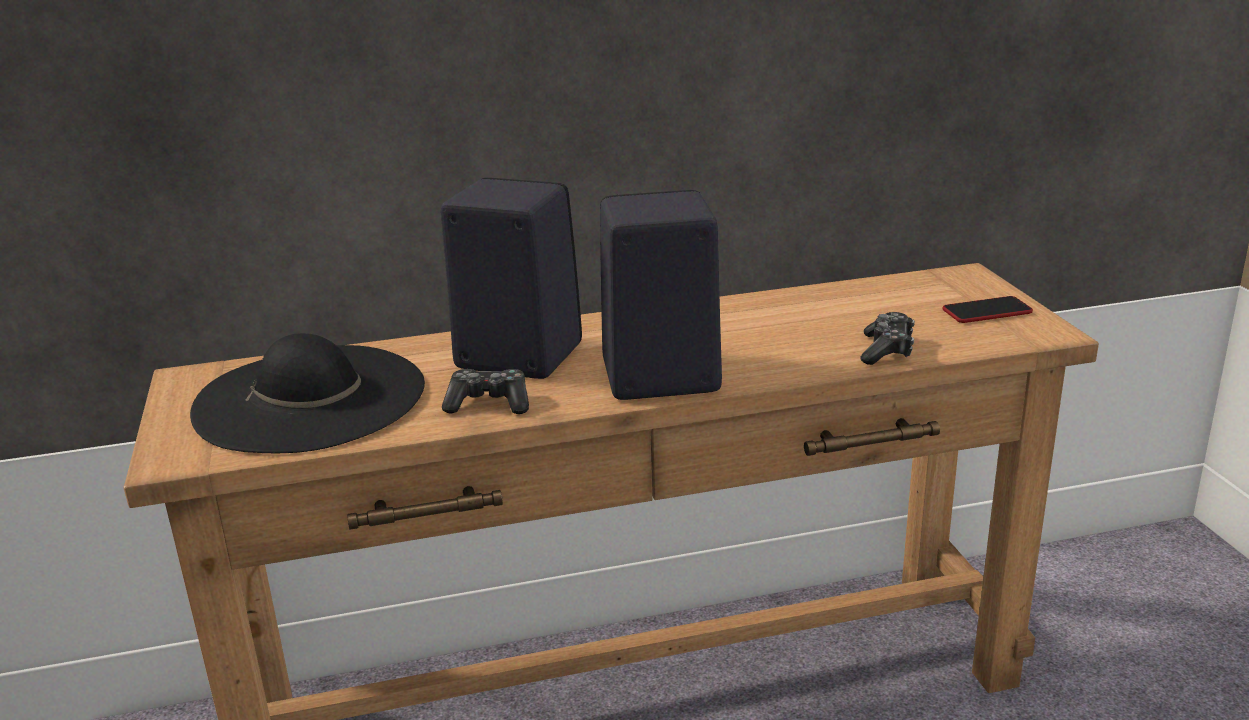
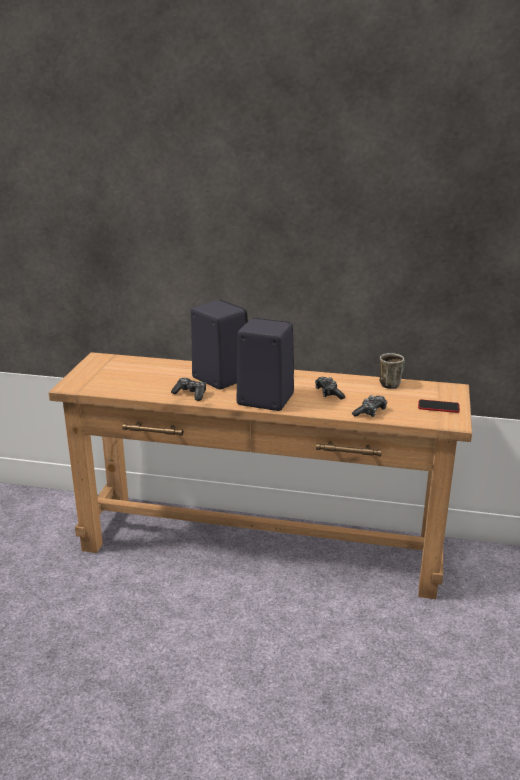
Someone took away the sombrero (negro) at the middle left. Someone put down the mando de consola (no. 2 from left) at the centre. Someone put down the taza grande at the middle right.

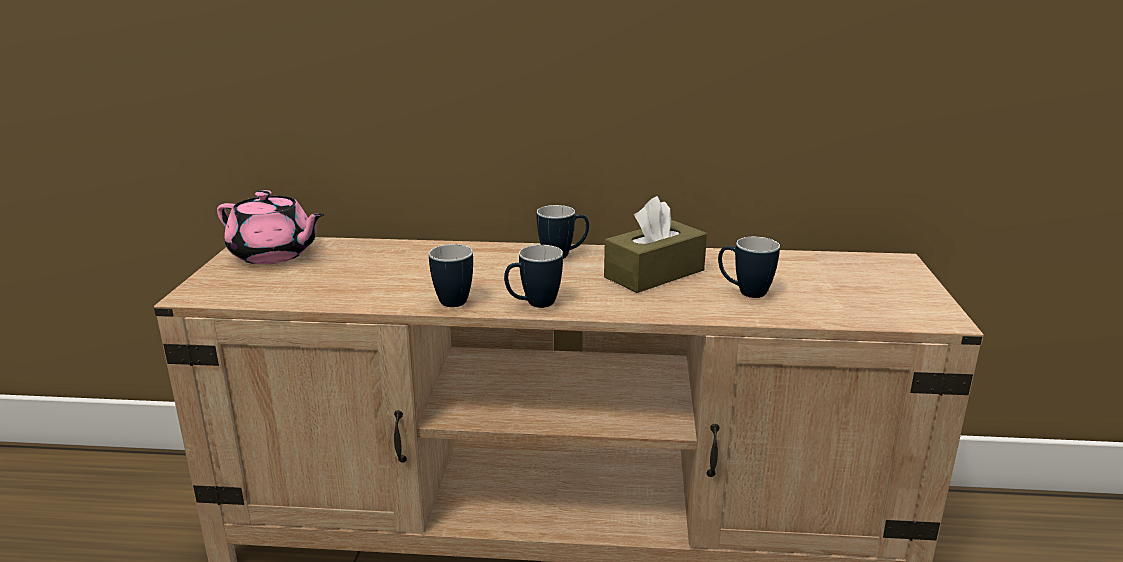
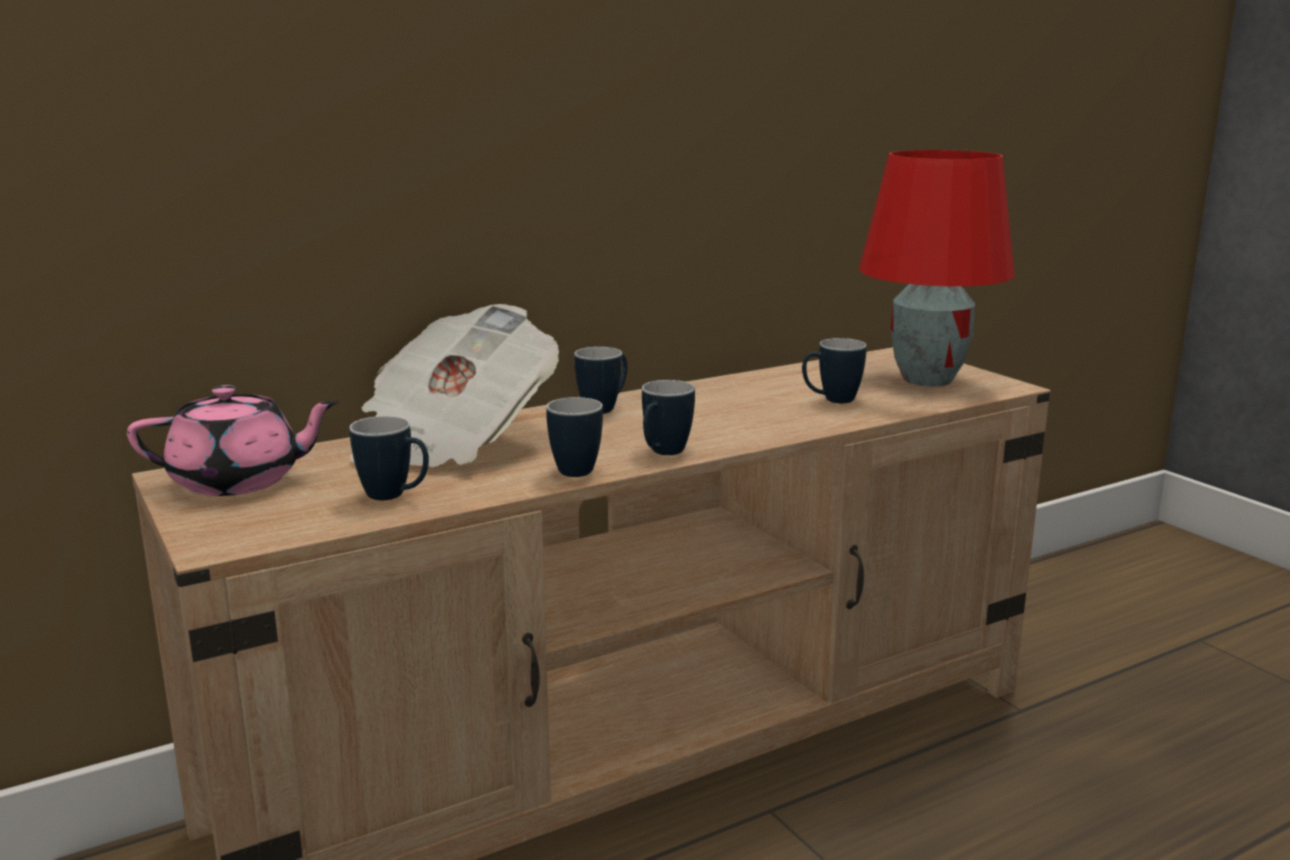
Someone took away the caja de pañuelos (marrón) at the centre. Someone put down the taza grande (no. 1 from left) at the middle left. Someone put down the periódico at the centre. Someone put down the lámpara de mesa (rojo) at the top right.

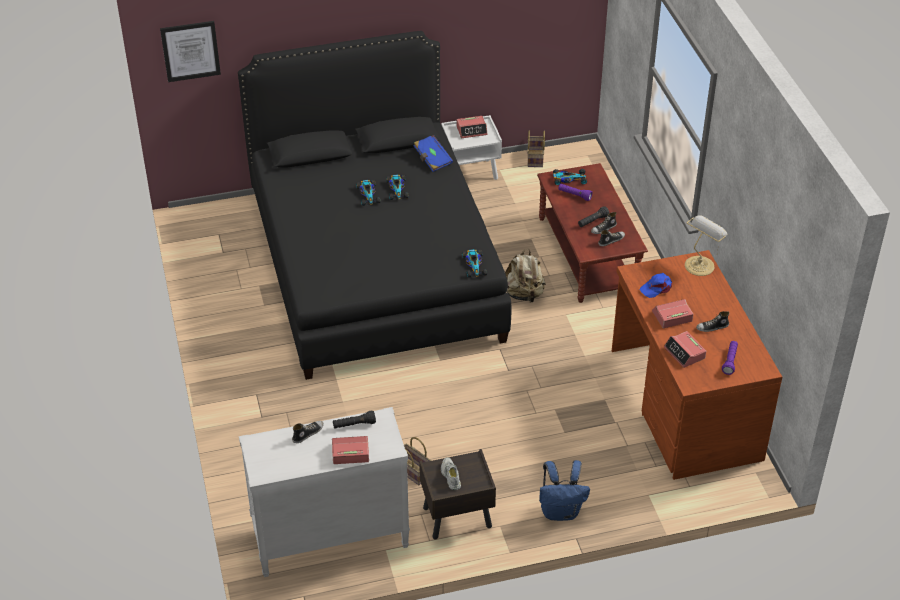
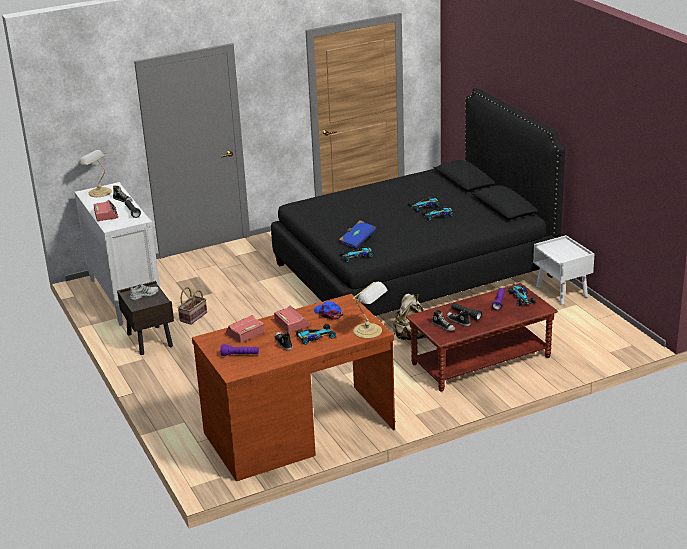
Someone took away the cuadro at the top left. Someone took away the despertador (no. 2 from left) at the top centre. Someone took away the cesta (no. 2 from left) at the top centre. Someone took away the mochila (azul) at the bottom centre. Someone put down the lámpara de mesa (no. 1 from left) at the top left. Someone put down the coche de juguete (no. 1 from left) at the centre. Someone carried the libro (azul) from the top centre to the centre.

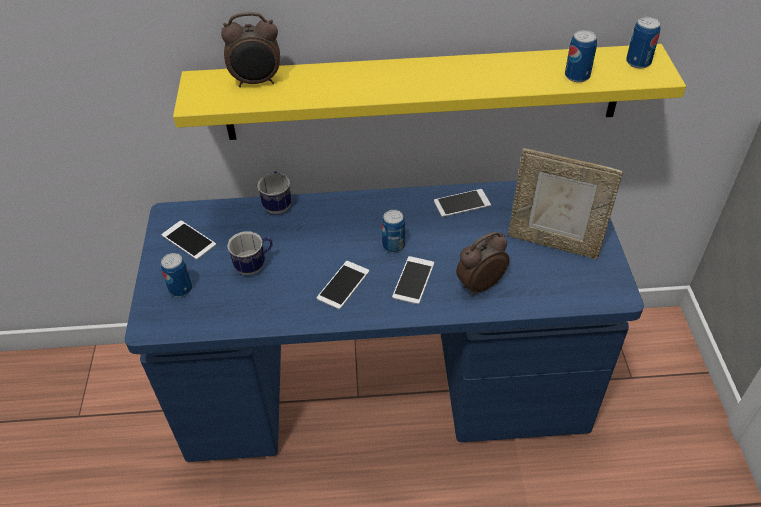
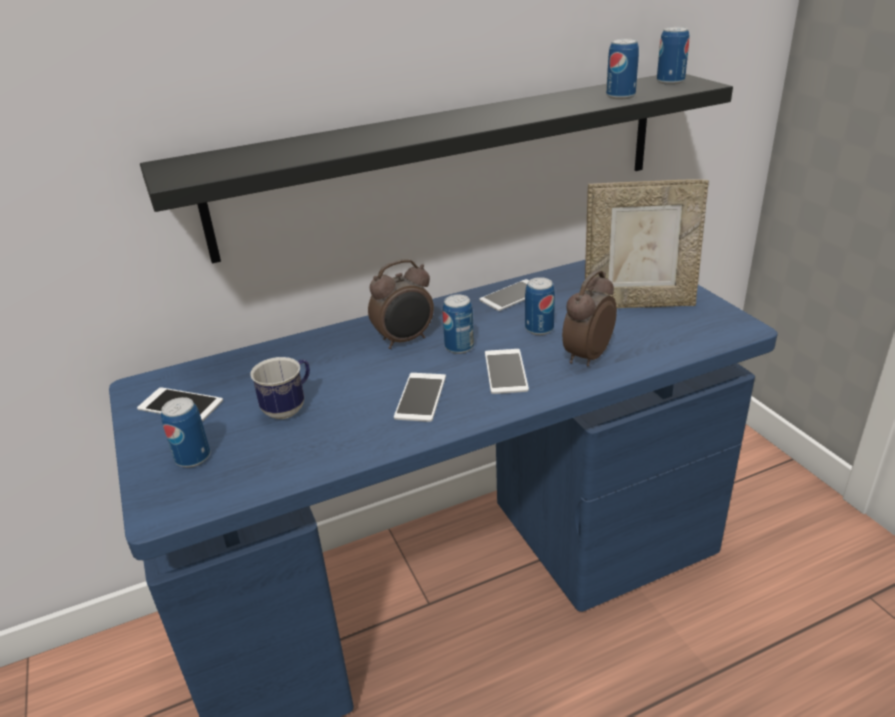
Someone took away the taza grande (no. 2 from left) at the centre. Someone put down the lata (no. 3 from left) at the centre. Someone carried the despertador (no. 1 from left) from the top left to the centre. Someone repainted the estante (amarillo) at the top centre, which became the estante (negro) at the top centre.

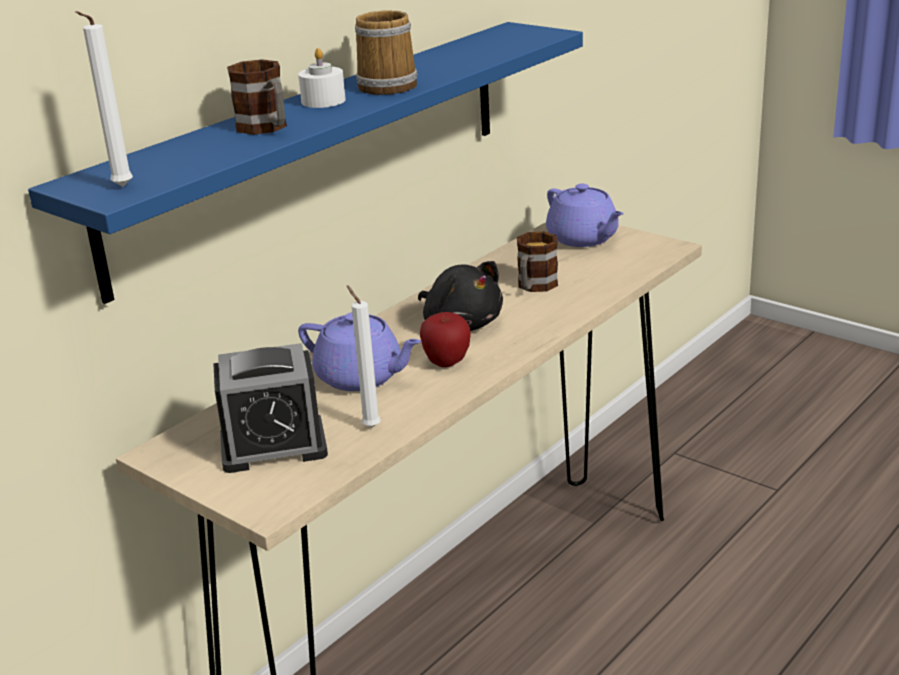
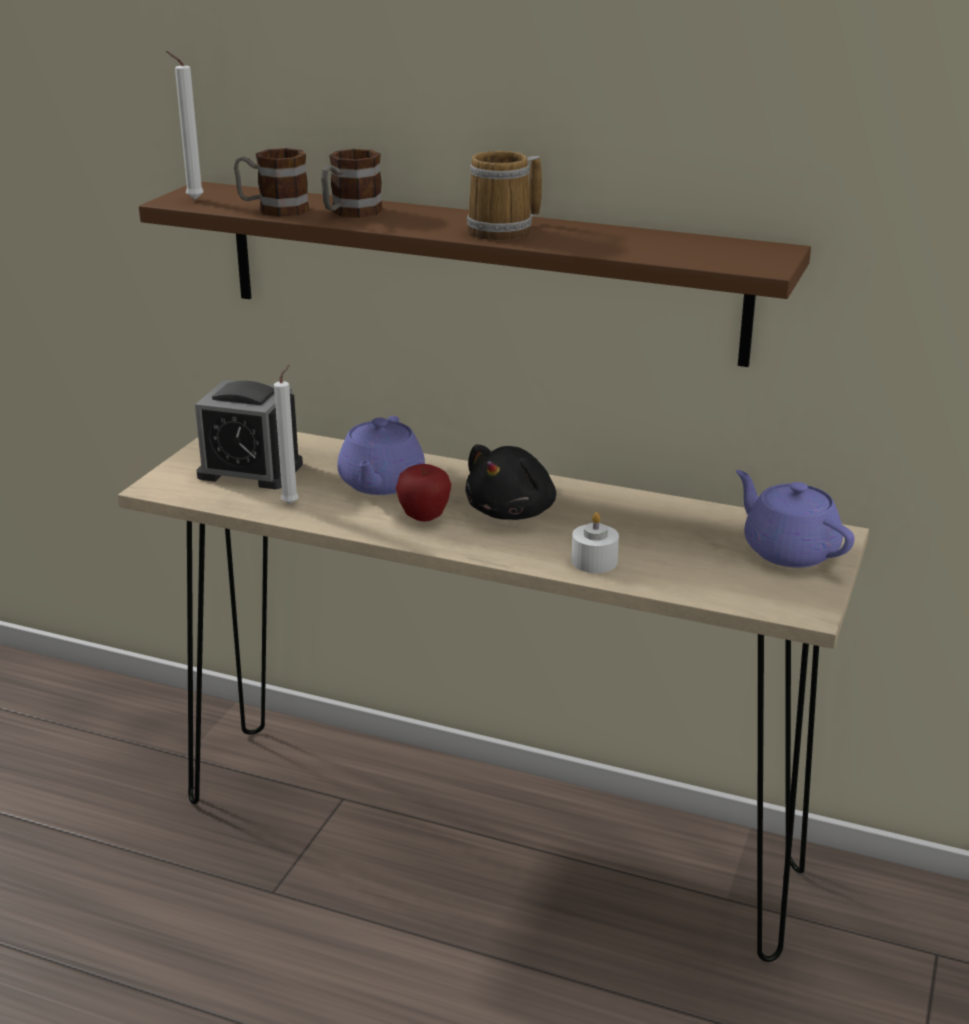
Someone carried the vela (blanco) (no. 2 from left in the first image) from the top centre to the centre. Someone carried the taza grande (no. 3 from left in the first image) from the centre to the top left. Someone repainted the estante (azul) at the top centre, which became the estante (marrón) at the top centre. Someone rotated the despertador at the middle left by 45 degrees counterclockwise. Someone rotated the tetera (morado) (no. 2 from left) at the top centre by 105 degrees clockwise.

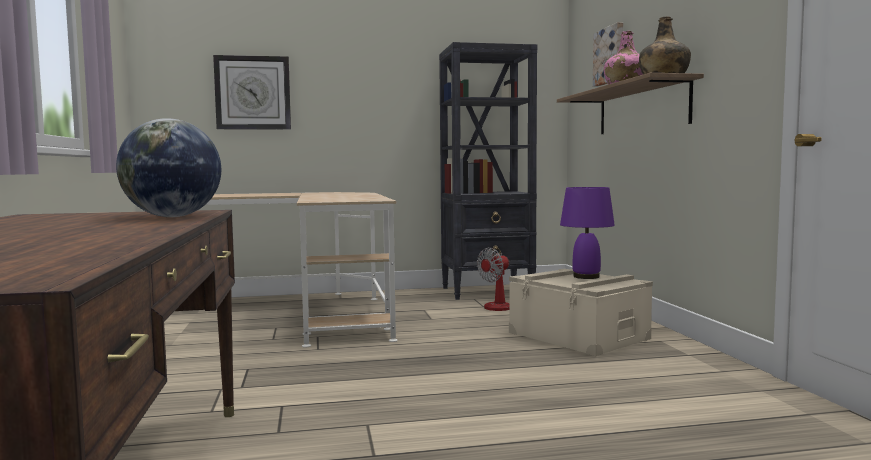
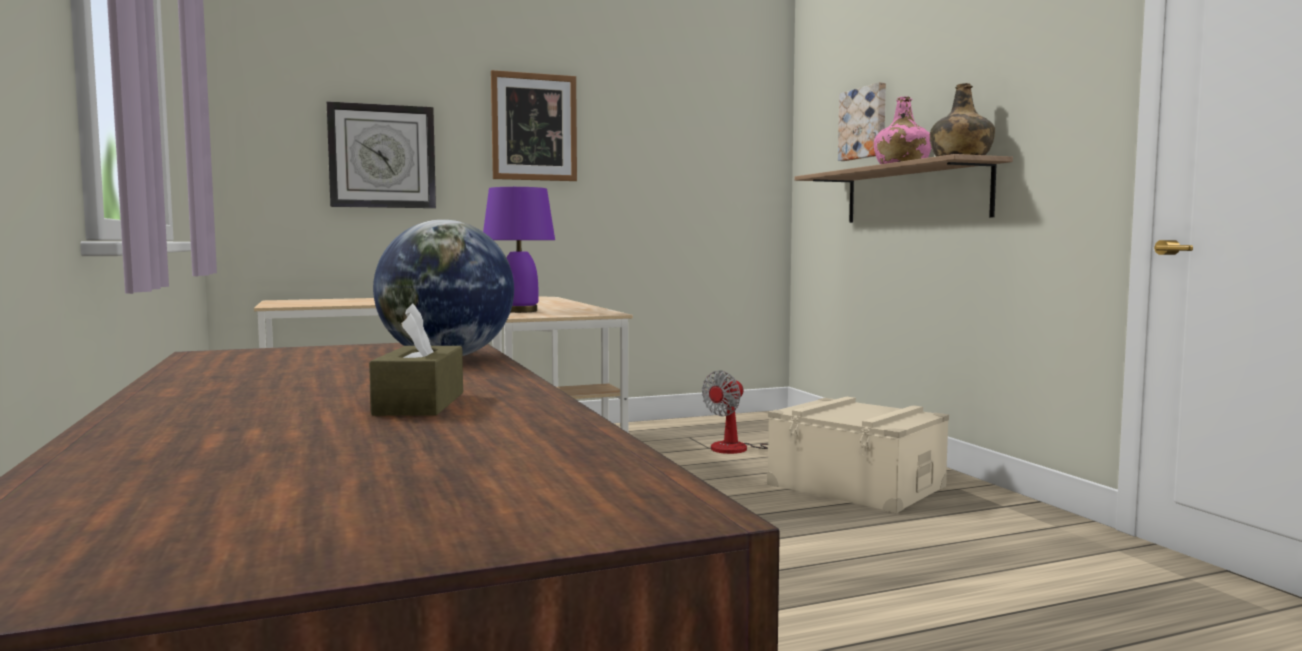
Someone took away the estantería (negro) at the centre. Someone put down the caja de pañuelos (marrón) at the middle left. Someone put up the cuadro (no. 1 from left) at the top centre. Someone carried the lámpara de mesa (morado) from the middle right to the centre.

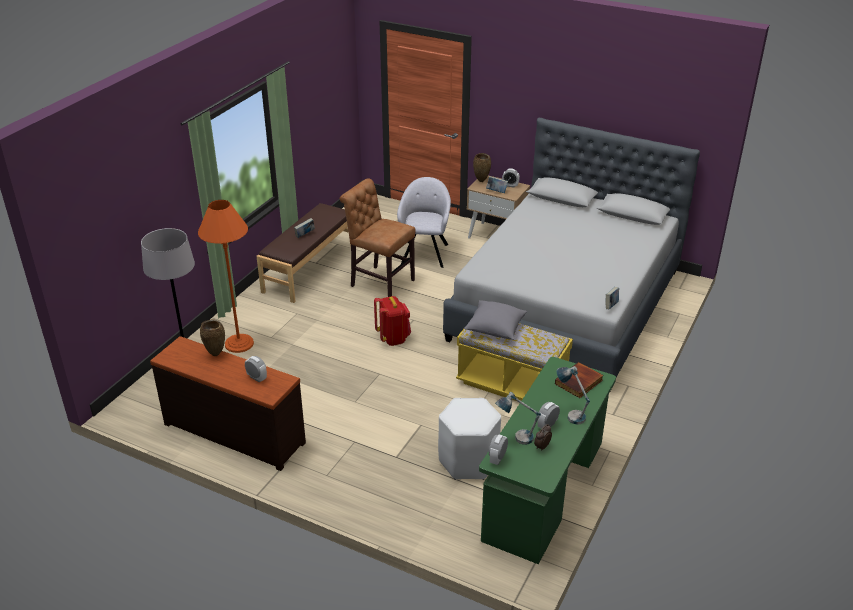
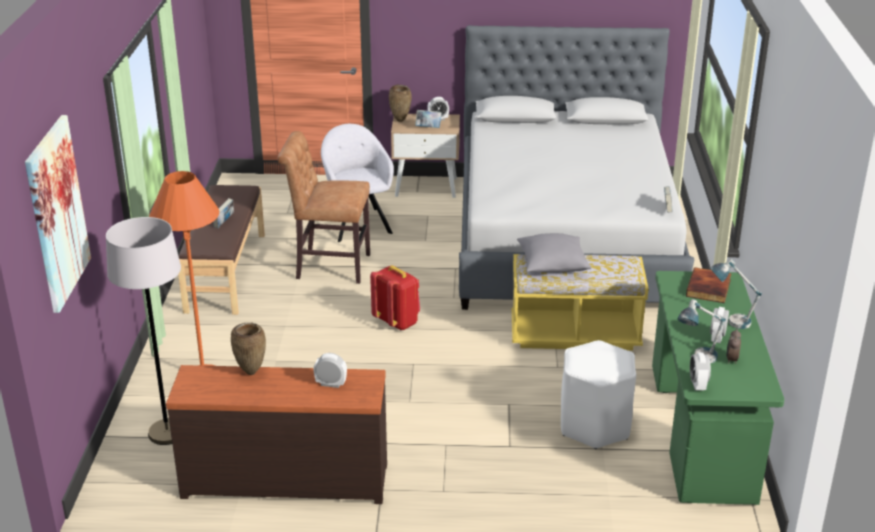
Someone put up the cuadro at the middle left.

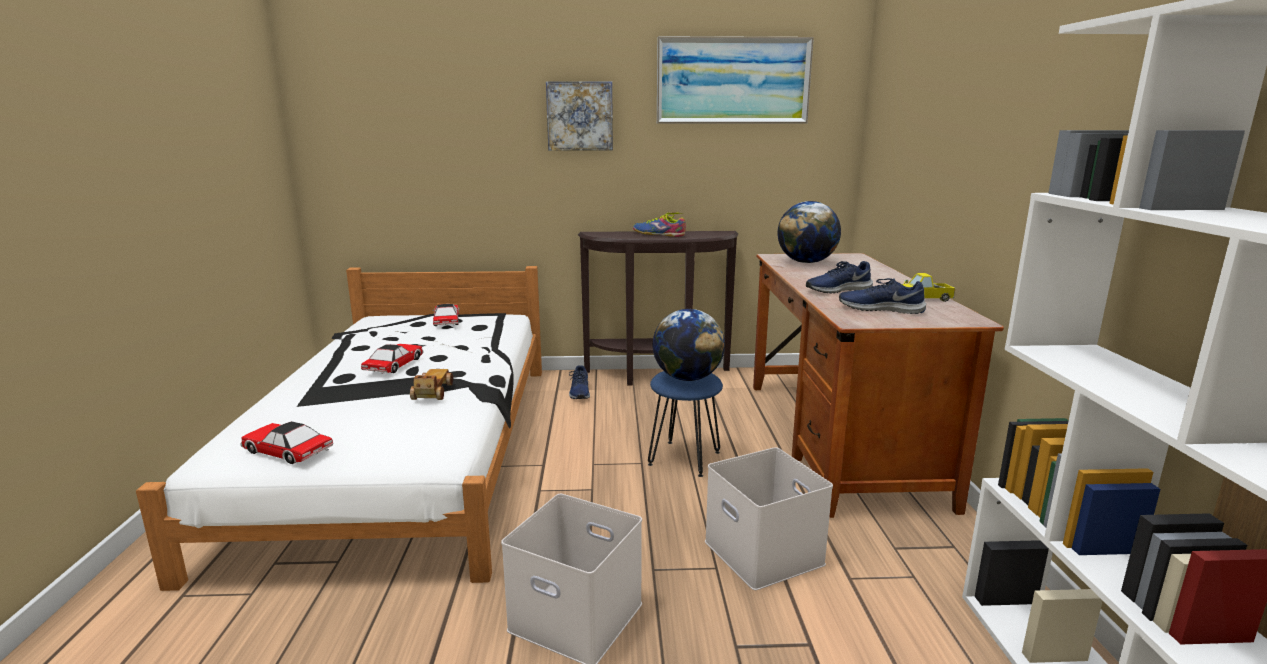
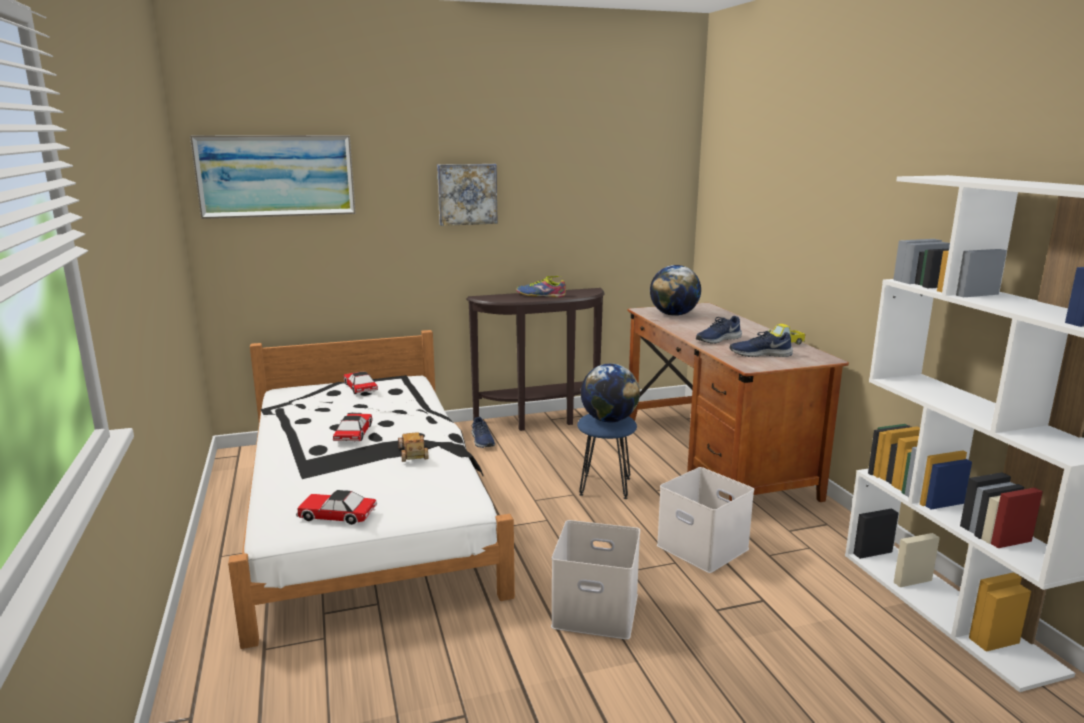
Someone carried the cuadro (no. 2 from left in the first image) from the top centre to the top left.

